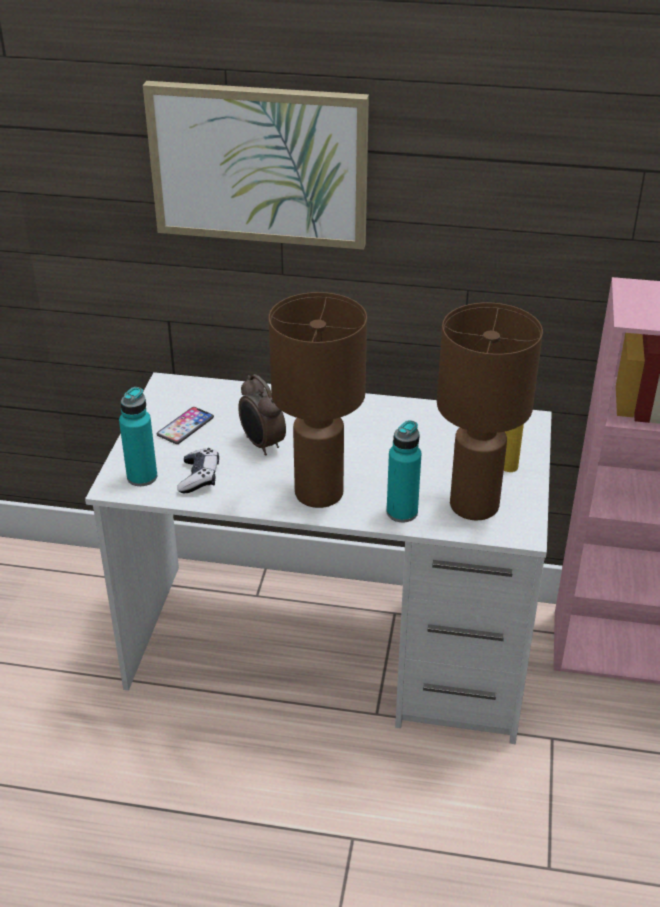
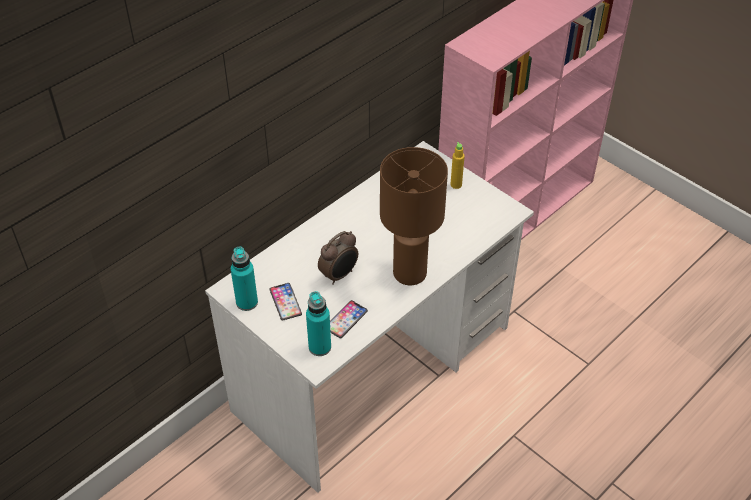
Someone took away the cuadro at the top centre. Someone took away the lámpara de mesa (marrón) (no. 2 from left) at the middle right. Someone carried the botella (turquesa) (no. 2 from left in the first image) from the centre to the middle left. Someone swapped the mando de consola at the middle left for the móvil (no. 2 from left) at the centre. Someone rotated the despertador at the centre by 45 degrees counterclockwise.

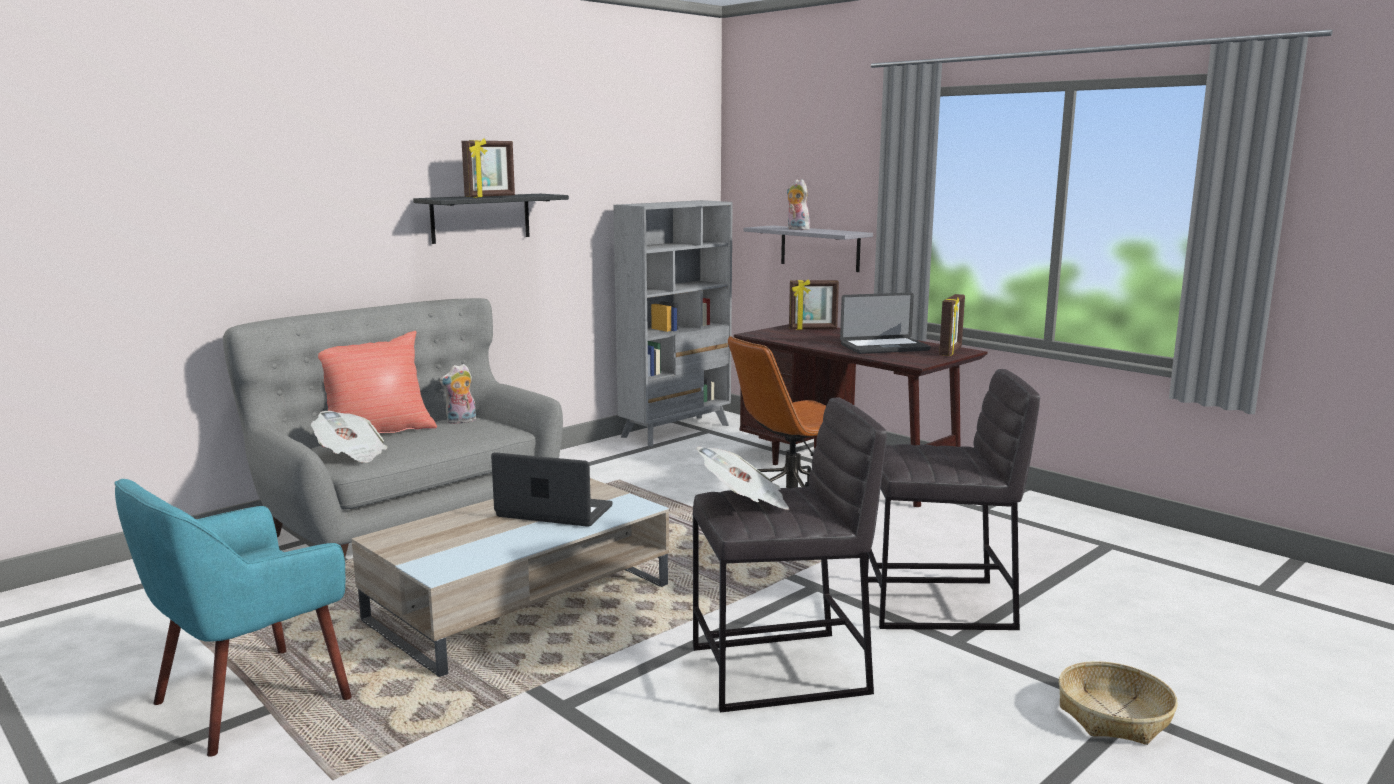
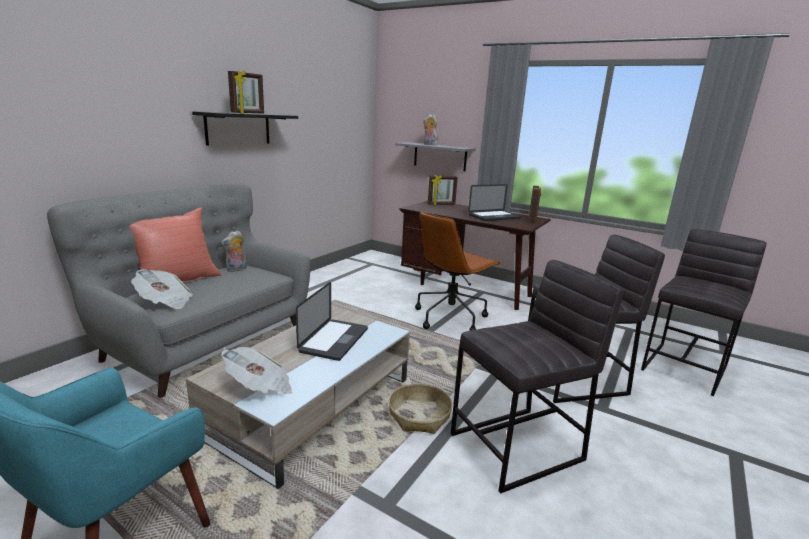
Someone took away the estantería (gris) at the centre. Someone put down the taburete (gris) (no. 3 from left) at the middle right. Someone carried the periódico (no. 2 from left) from the centre to the bottom left. Someone carried the cesta from the bottom right to the bottom centre. Someone rotated the portátil (no. 1 from left) at the centre by 105 degrees clockwise.

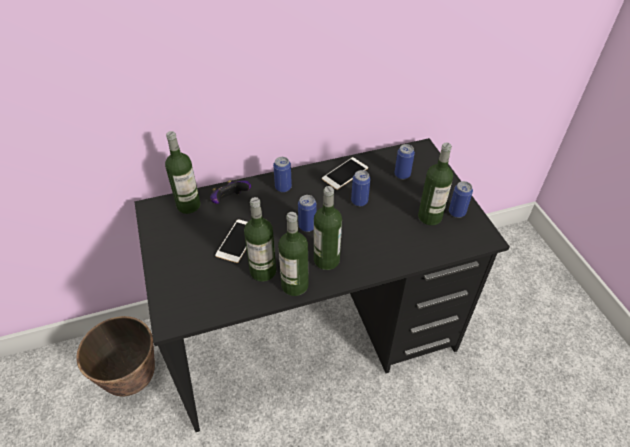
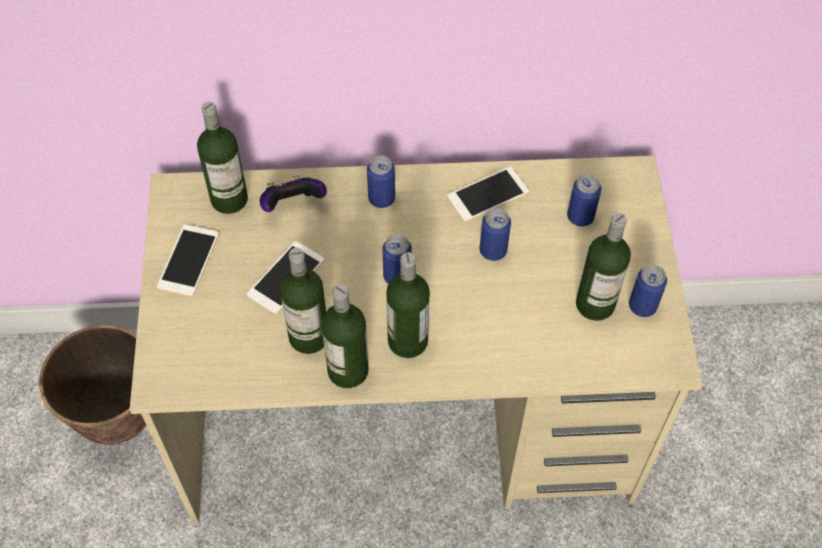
Someone put down the móvil (no. 1 from left) at the middle left. Someone repainted the escritorio (negro) at the centre, which became the escritorio (beis) at the centre.

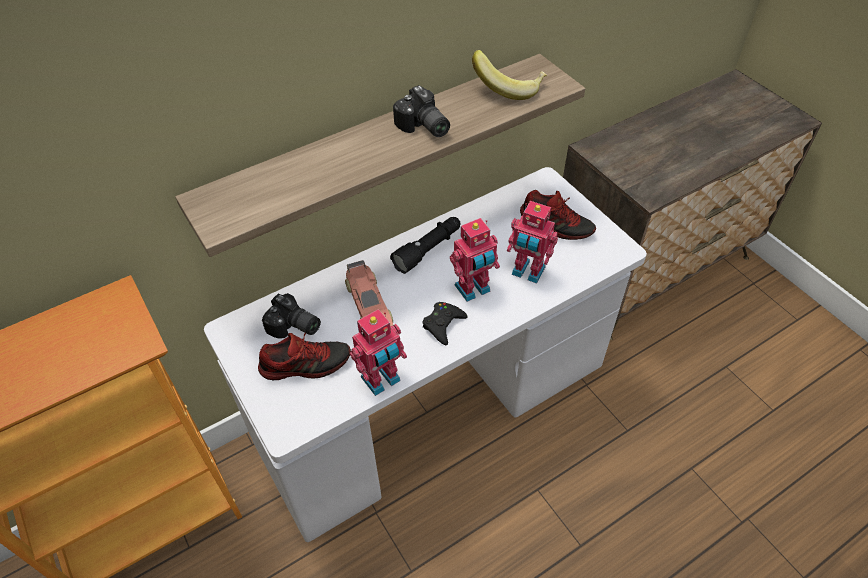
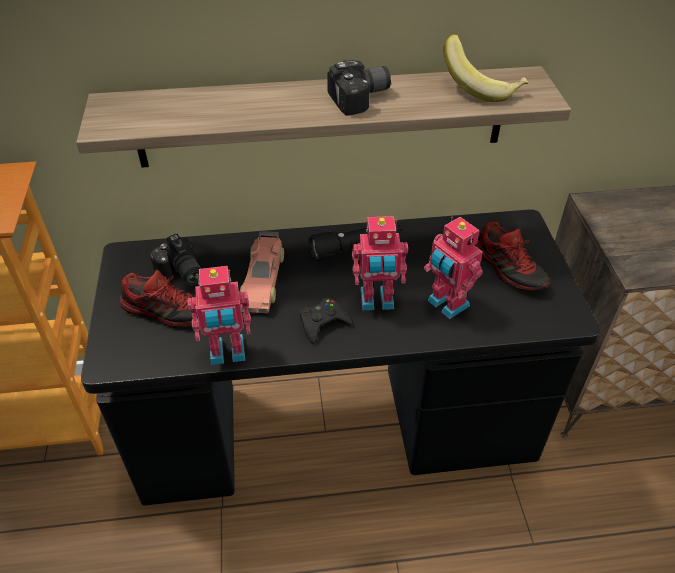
Someone repainted the escritorio (blanco) at the centre, which became the escritorio (negro) at the centre. Someone rotated the cámara (no. 2 from left) at the top centre by 105 degrees counterclockwise.

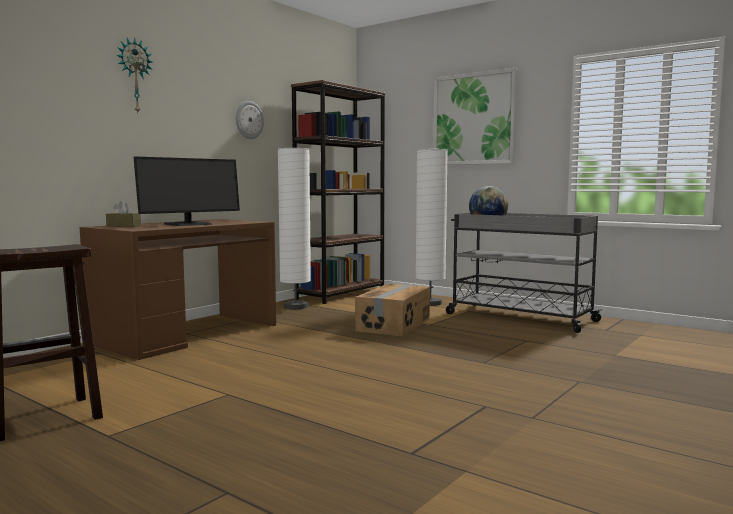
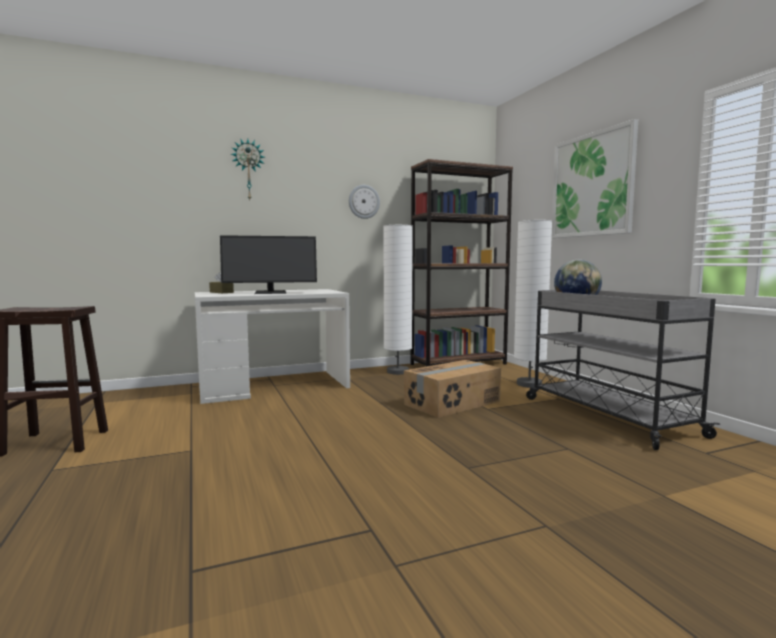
Someone repainted the escritorio (marrón) at the middle left, which became the escritorio (blanco) at the centre.

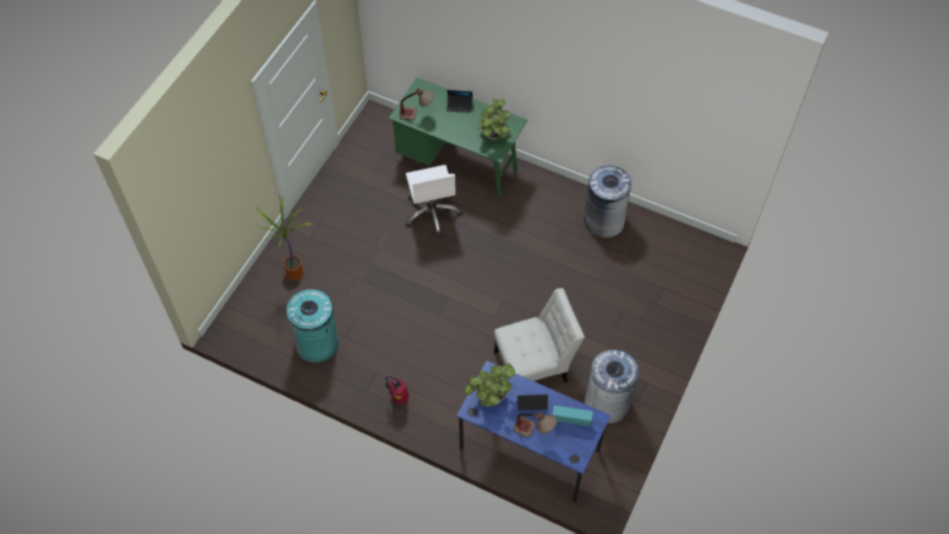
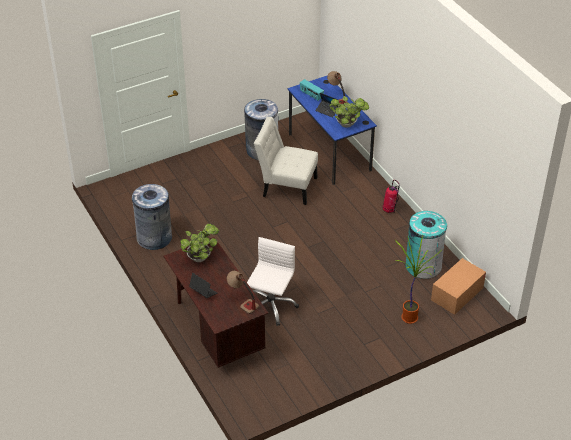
Someone put down the caja de cartón at the middle right. Someone repainted the escritorio (verde) at the top centre, which became the escritorio (marrón) at the bottom centre.

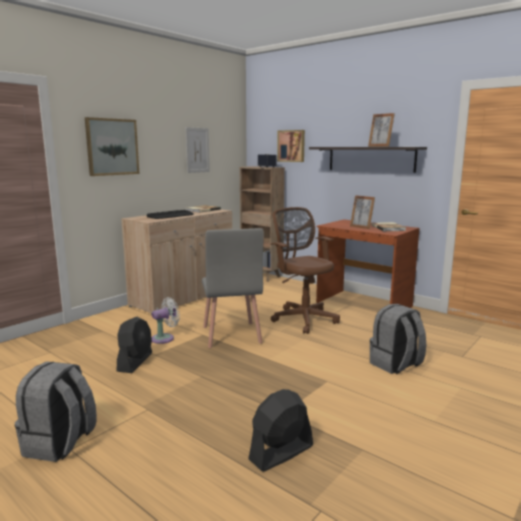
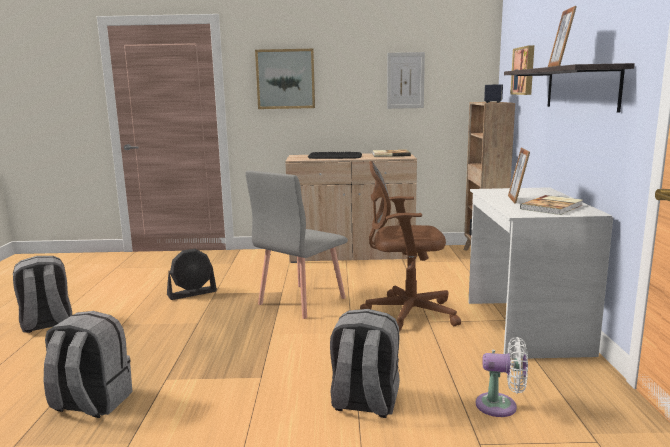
Someone carried the ventilador (blanco) from the middle left to the bottom right. Someone swapped the ventilador (negro) (no. 2 from left) at the bottom centre for the mochila (gris) (no. 2 from left) at the bottom left. Someone repainted the escritorio (marrón) at the middle right, which became the escritorio (blanco) at the middle right. Someone rotated the silla de oficina (marrón) at the centre by 105 degrees counterclockwise.

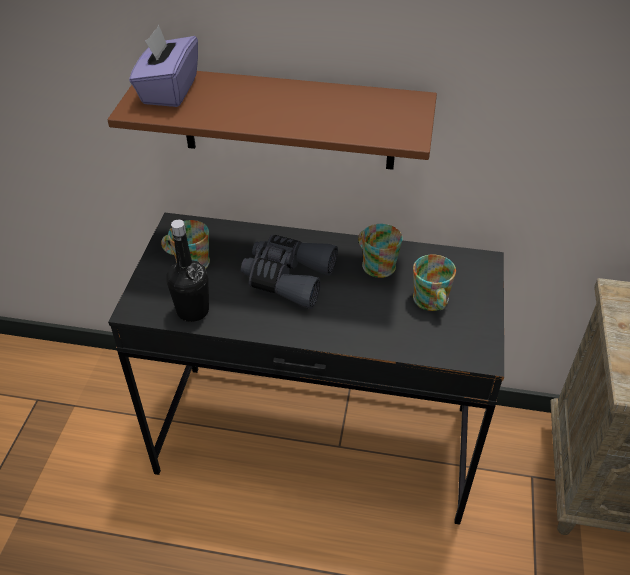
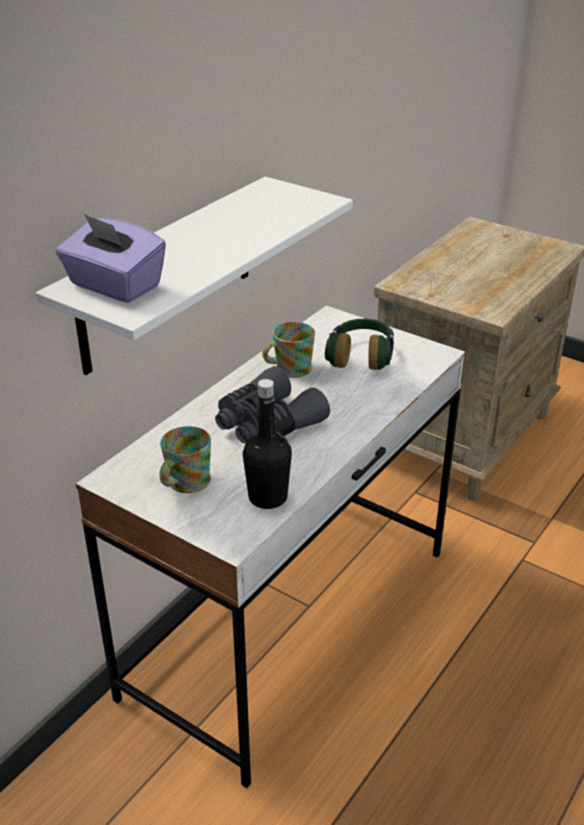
Someone swapped the taza grande (no. 3 from left) at the middle right for the auriculares at the centre. Someone repainted the estante (marrón) at the top centre, which became the estante (blanco) at the middle left. Someone repainted the escritorio (negro) at the centre, which became the escritorio (blanco) at the centre.

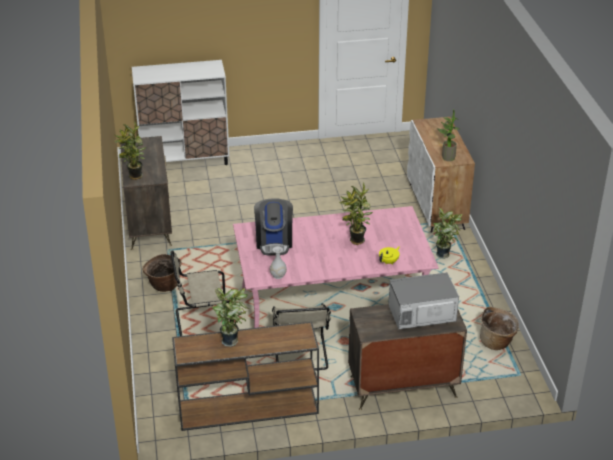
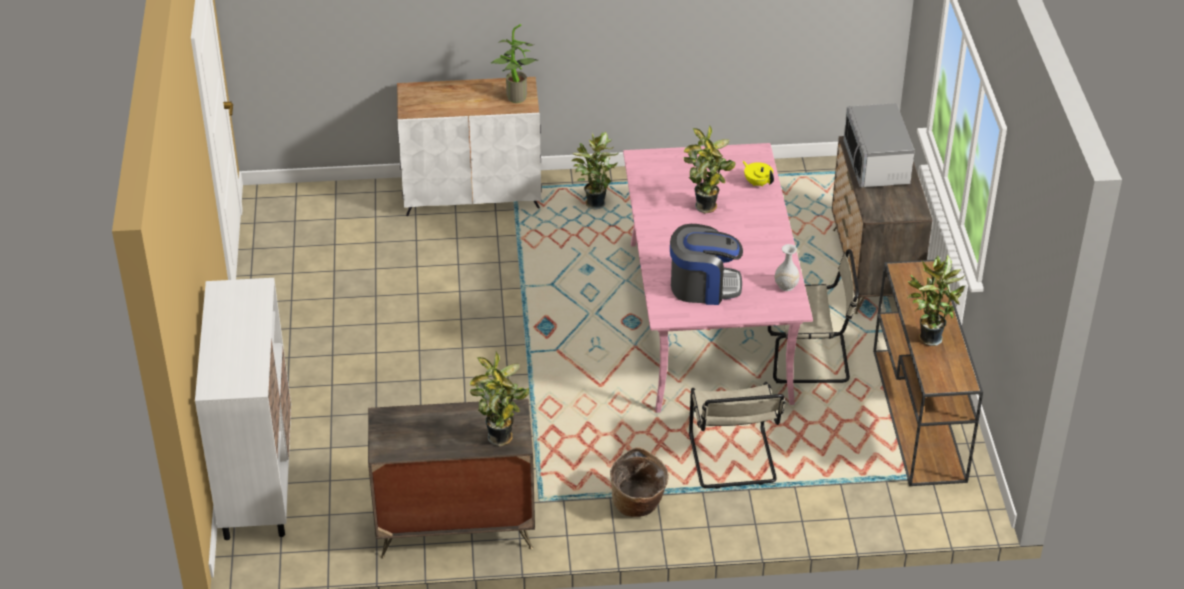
Someone took away the cesta (no. 2 from left) at the bottom right.

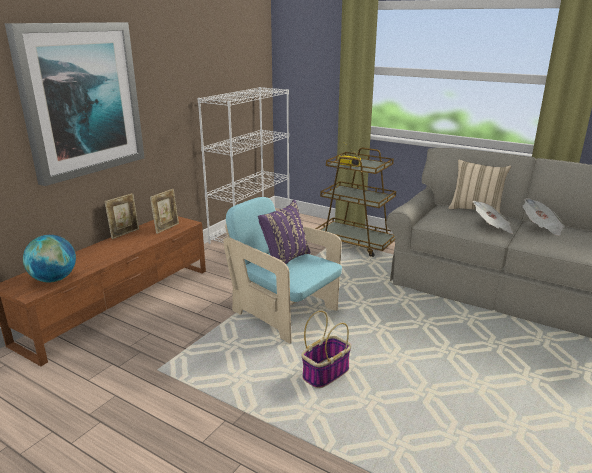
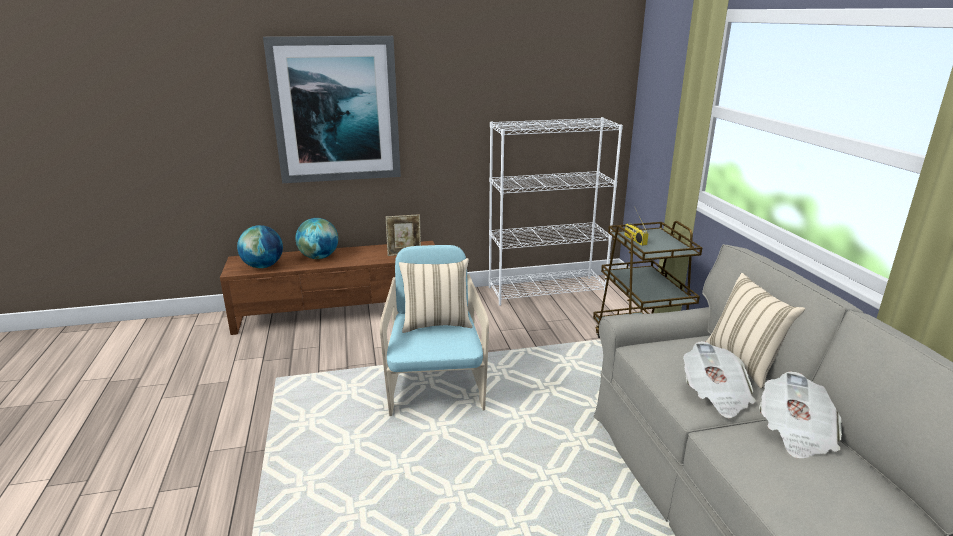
Someone took away the portarretratos (no. 1 from left) at the middle left. Someone took away the cesta at the bottom centre. Someone put down the globo terráqueo (no. 2 from left) at the middle left. Someone repainted the cojín (morado) at the centre, which became the cojín (beis) (no. 1 from left) at the centre.

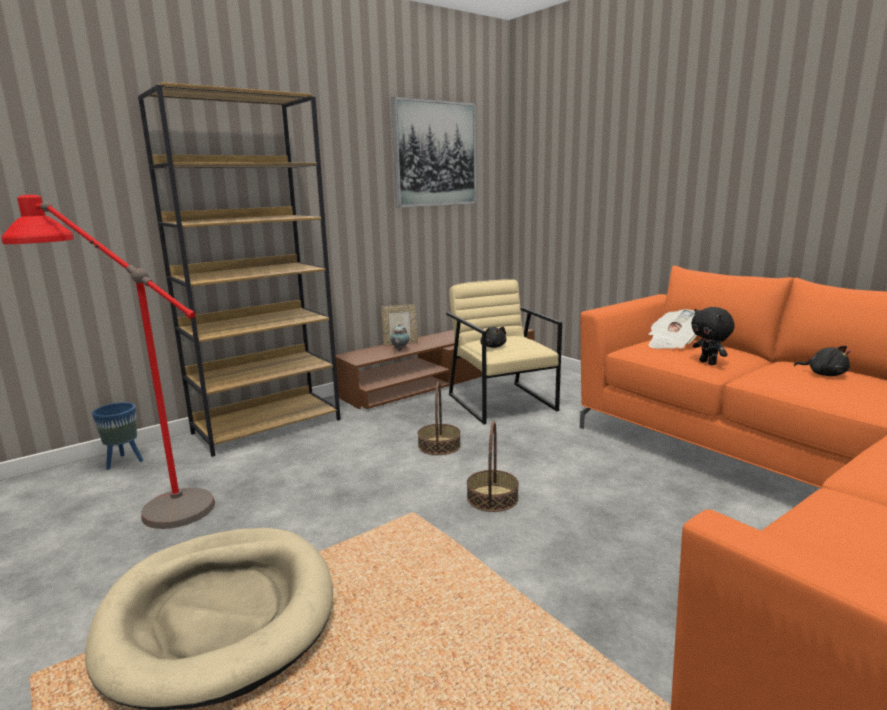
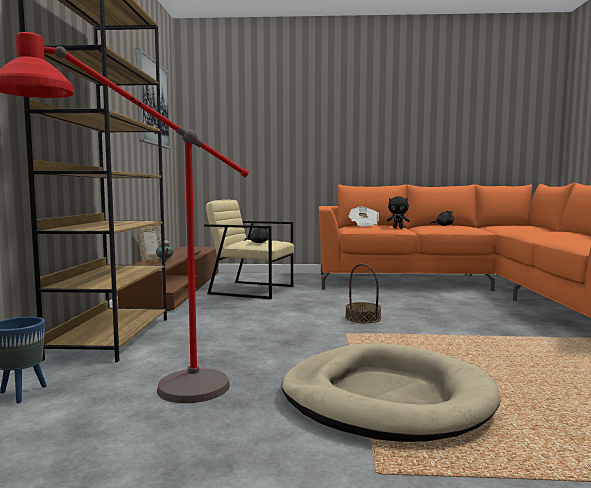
Someone took away the cesta (no. 1 from left) at the centre.

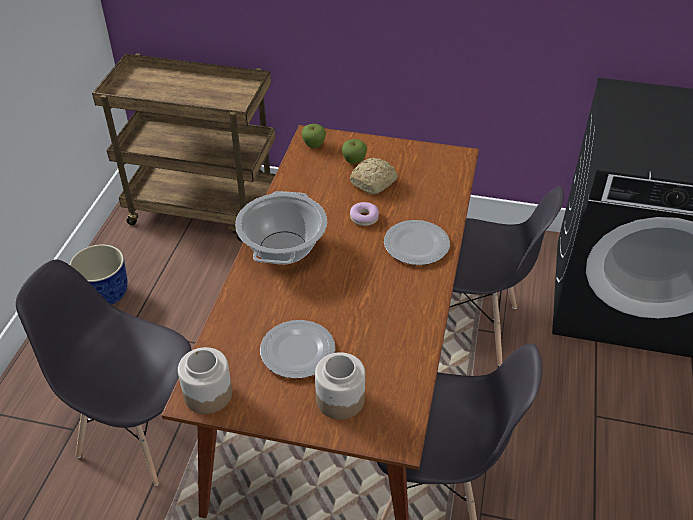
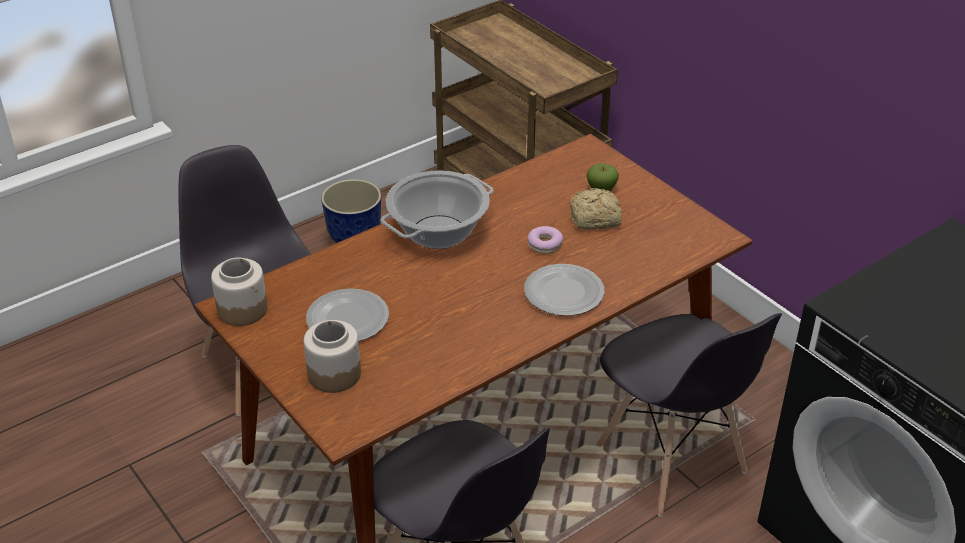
Someone took away the manzana (no. 1 from left) at the top centre.

